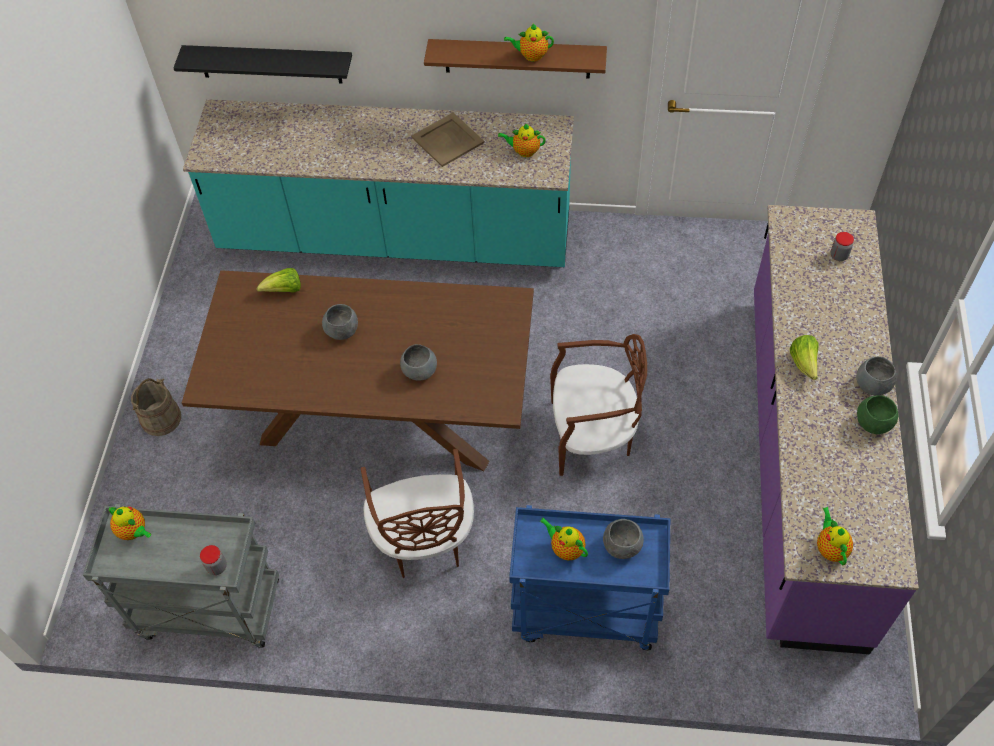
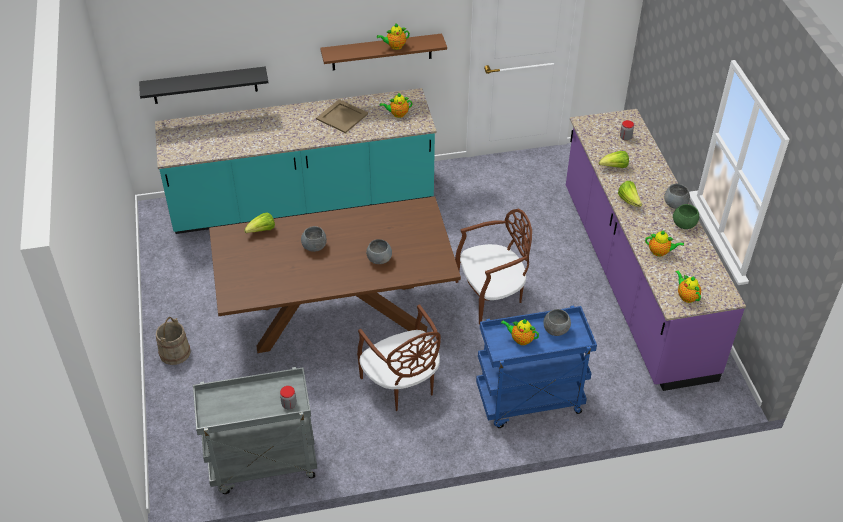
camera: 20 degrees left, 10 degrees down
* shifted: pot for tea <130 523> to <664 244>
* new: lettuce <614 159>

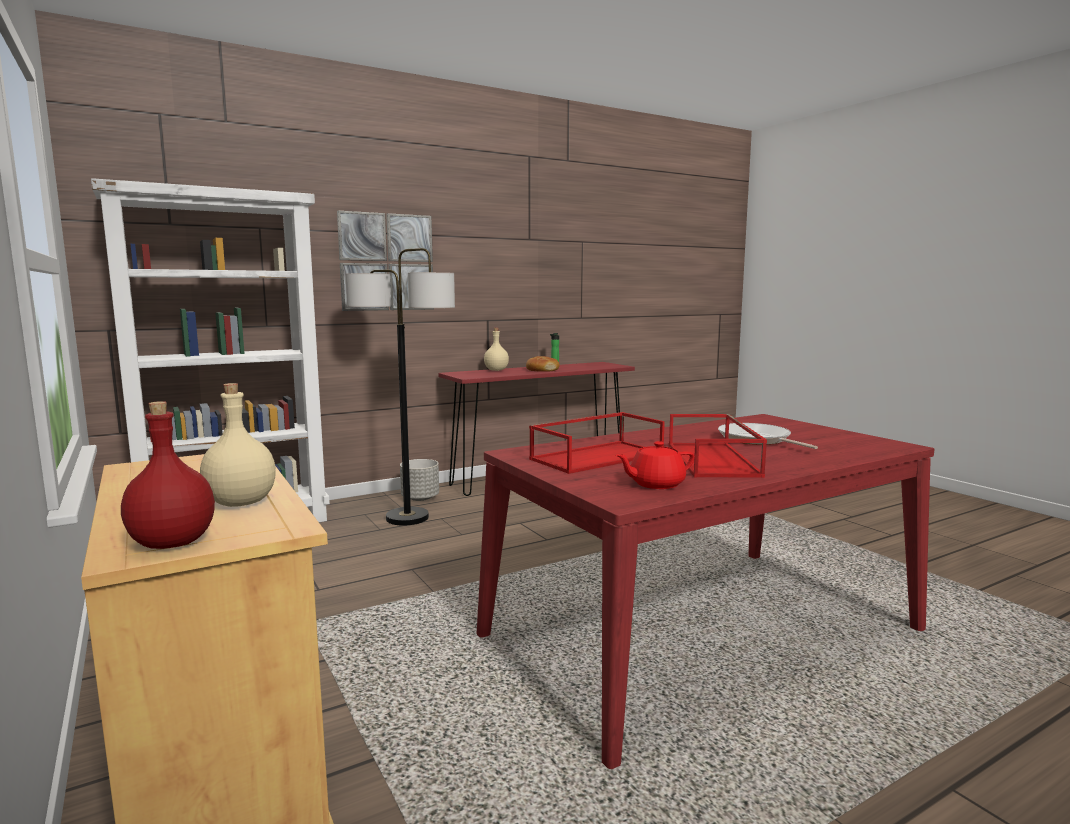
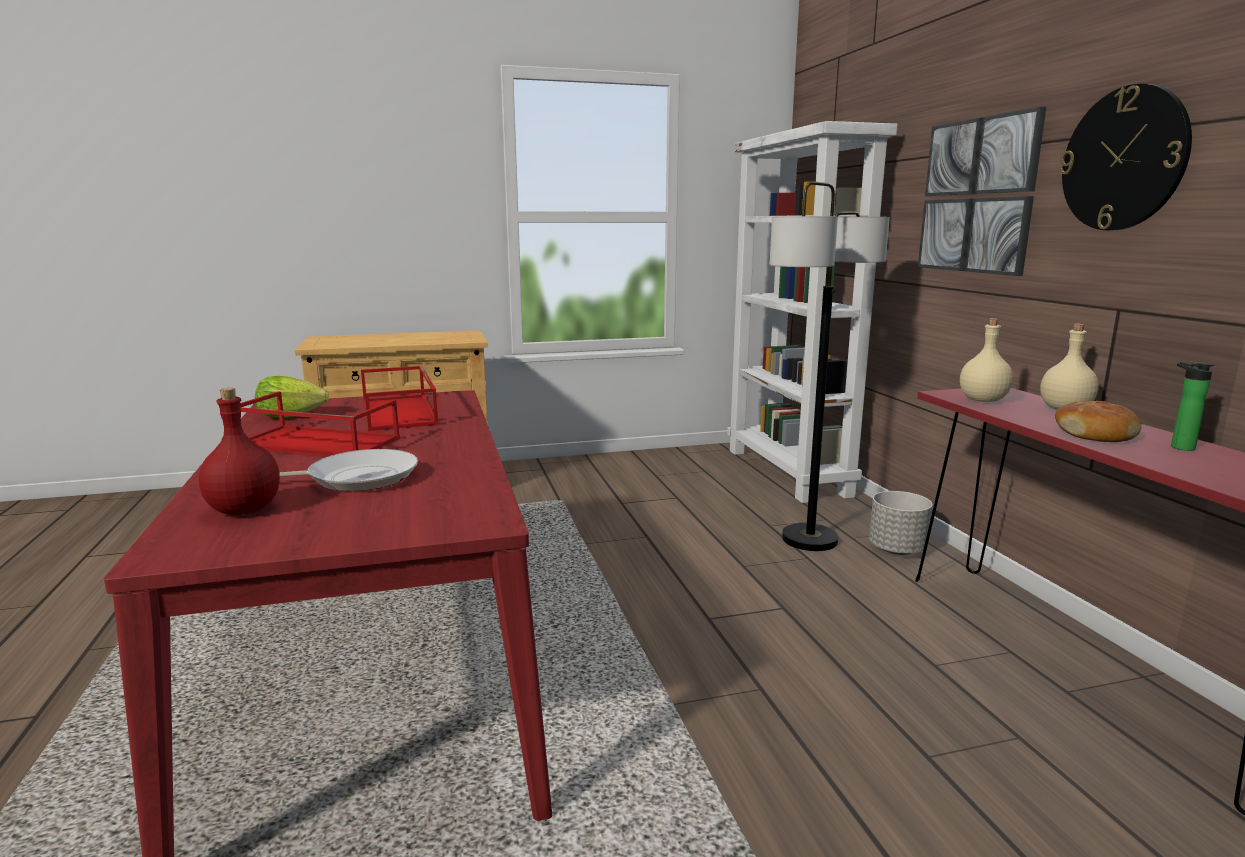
camera: 105 degrees right, 5 degrees up
* shifted: drink bottle/red-coloured <168 475> to <239 451>
* shifted: drink bottle/sand-coloured <238 445> to <986 360>
* swapped: pot for tea/red-coloured <655 465> to lettuce <292 397>
* new: hanging clock <1126 157>

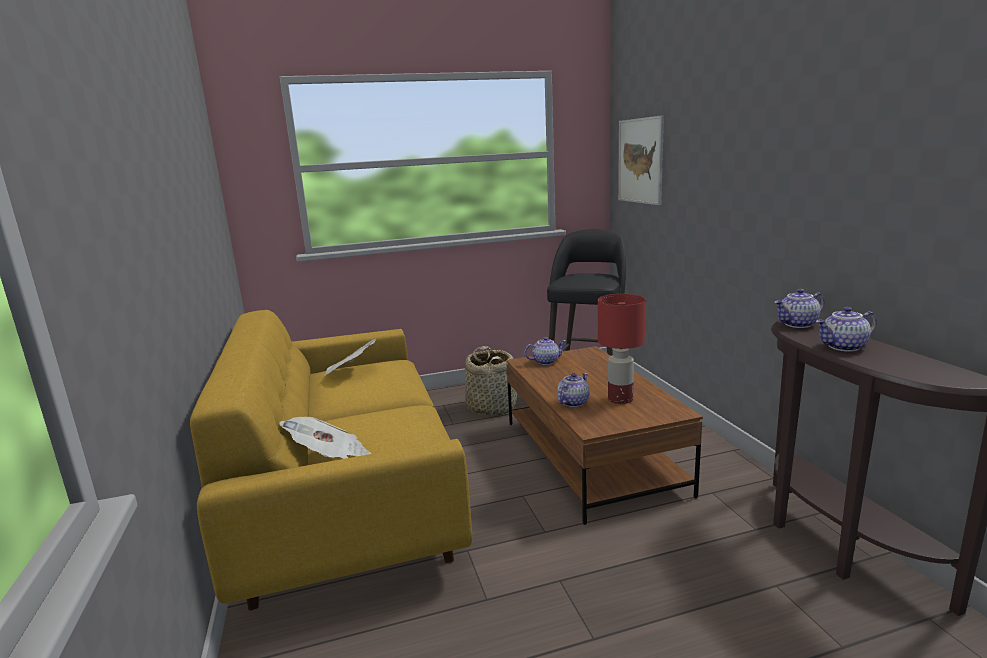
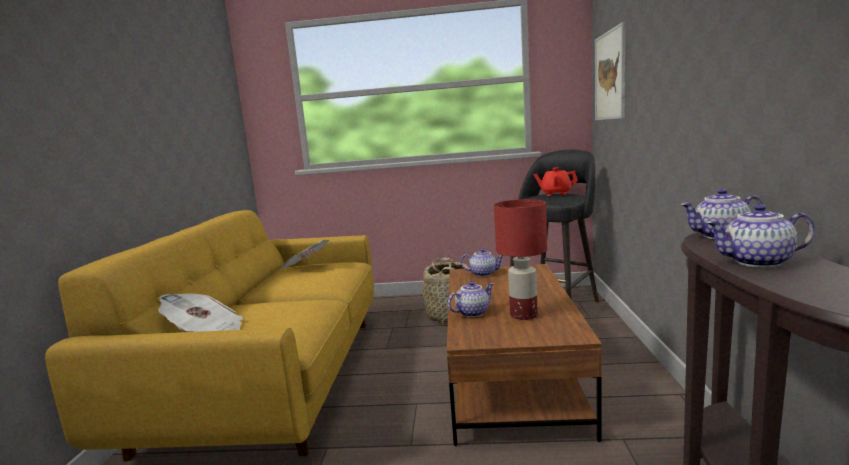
camera: 20 degrees right, 5 degrees down
* new: pot for tea/red-coloured <556 182>

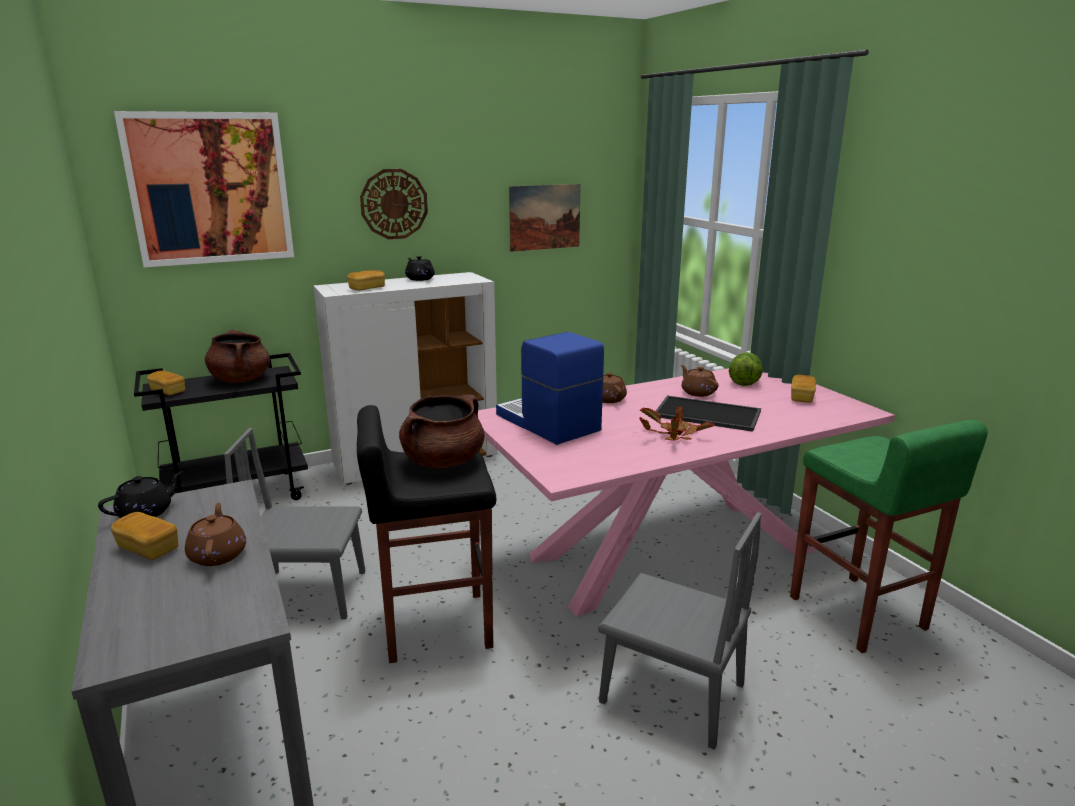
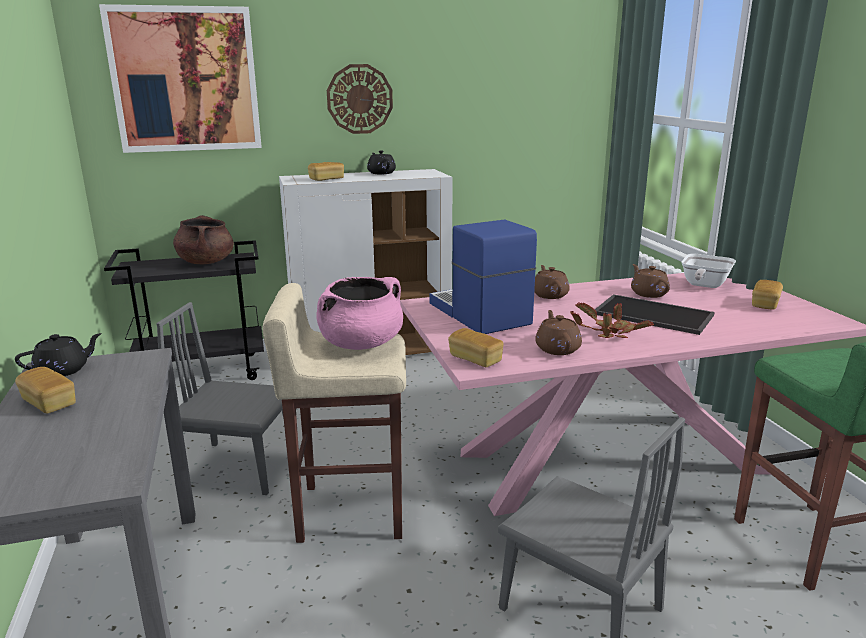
camera: 10 degrees right, 0 degrees up
* shifted: baked bread <166 382> to <476 347>
* shifted: pot for tea/brown <215 534> to <558 332>
* repainted: stool seat/black-coloured <426 534> to stool seat/sand-coloured <334 413>
* repainted: stockpot/brown <441 431> to stockpot/pink-coloured <359 313>
* gone: wall picture <545 218>
* swapped: lettuce <746 369> to frying pan <708 271>

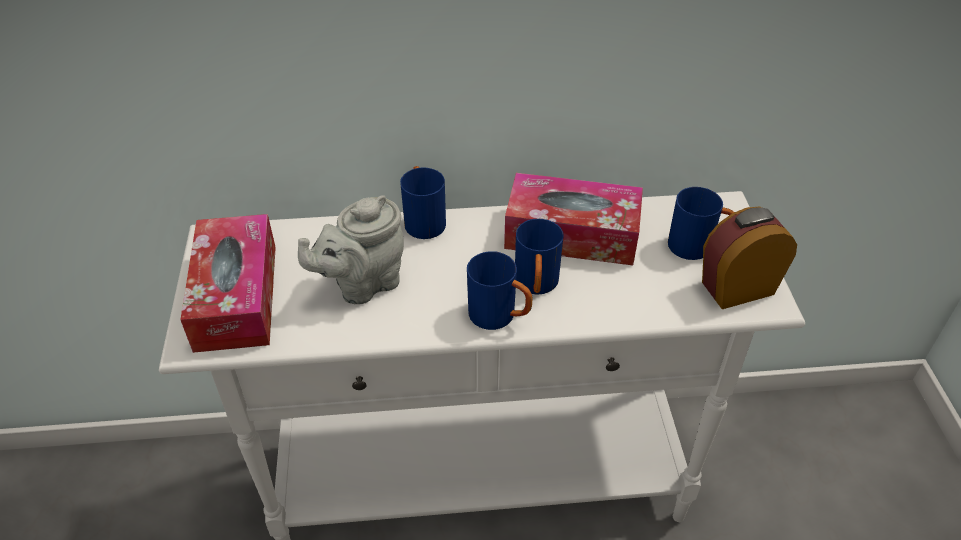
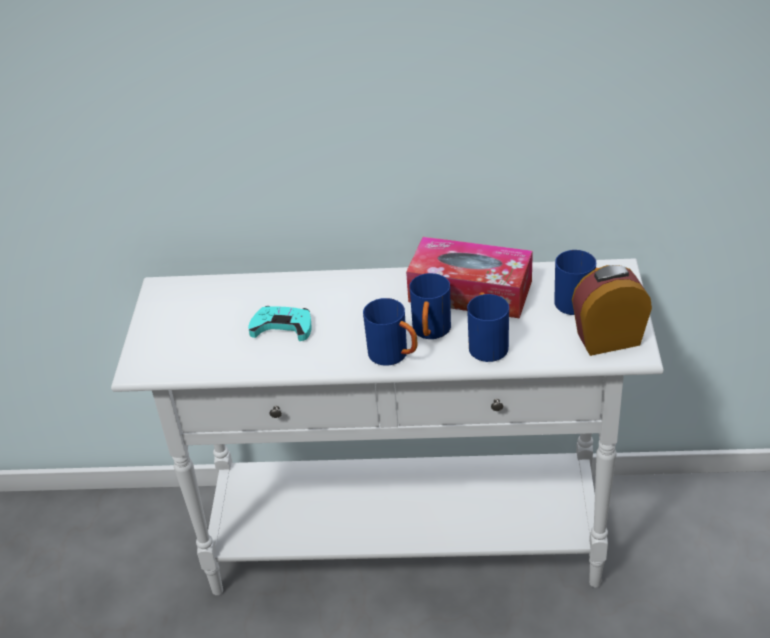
camera: 10 degrees right, 5 degrees down
* gone: box of tissues <228 283>
* swapped: pot for tea/greyish <351 249> to game controller/blue-green <280 323>
* shifted: mug/blue <423 202> to <488 327>

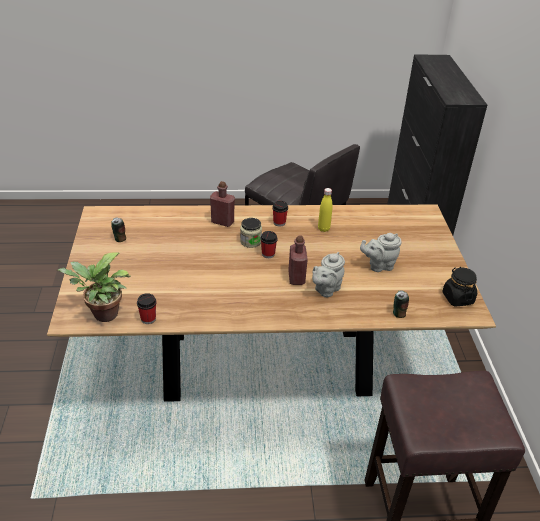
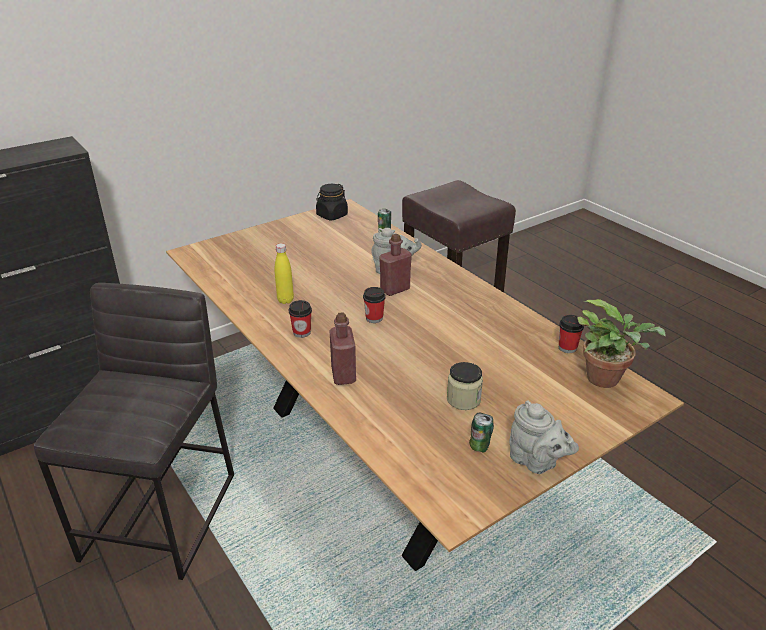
camera: 120 degrees left, 5 degrees down
* shifted: preserve jar <251 233> to <465 386>
* shifted: pot for tea/greyish <381 252> to <544 437>

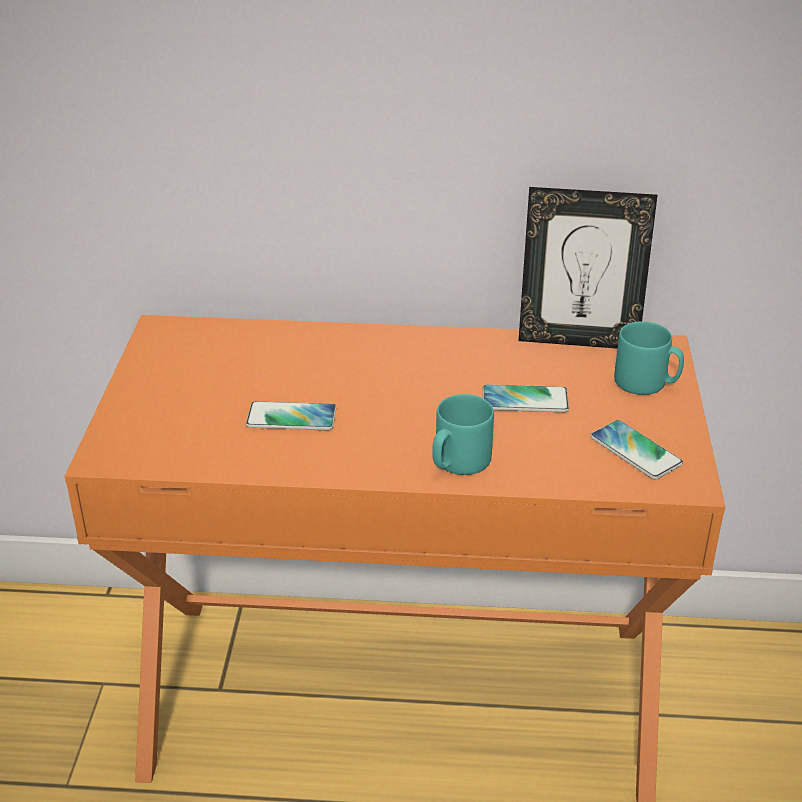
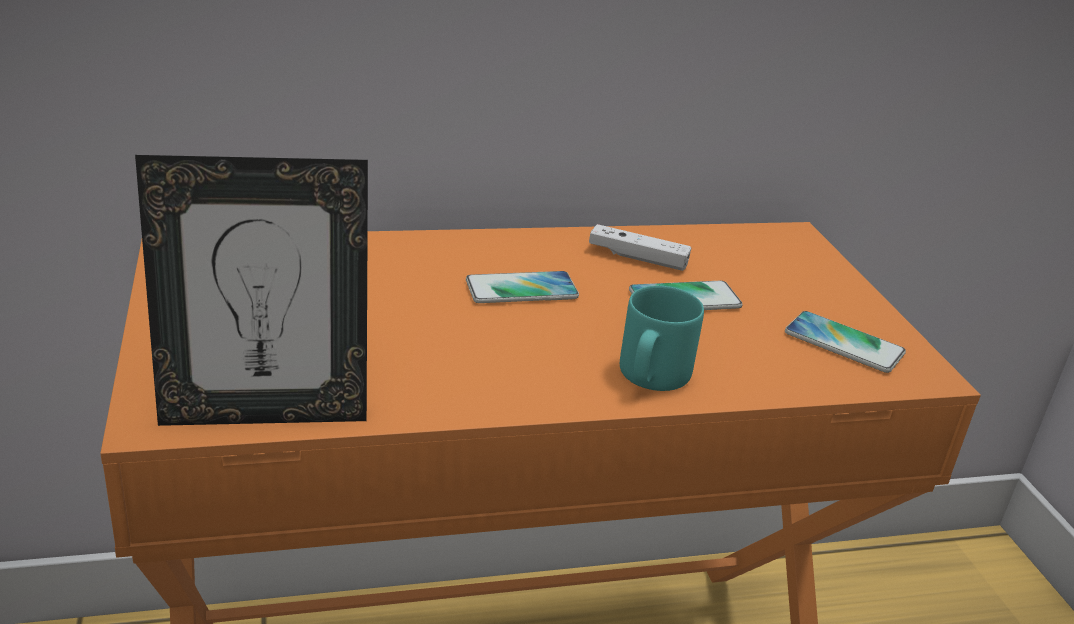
camera: 20 degrees left, 5 degrees down
* shifted: telephone <291 416> to <522 287>
* shifted: picture frame <587 268> to <251 290>
* gone: mug/blue-green <649 358>
* new: game controller/white <640 247>

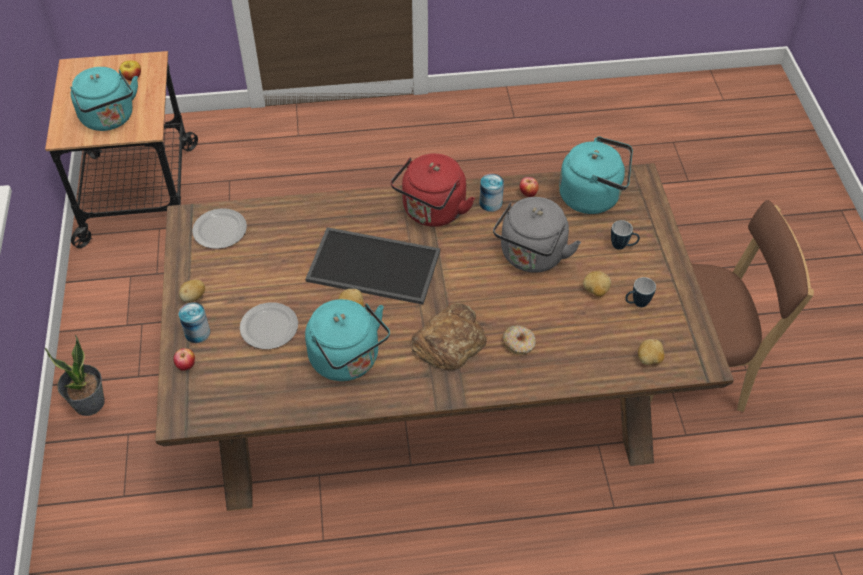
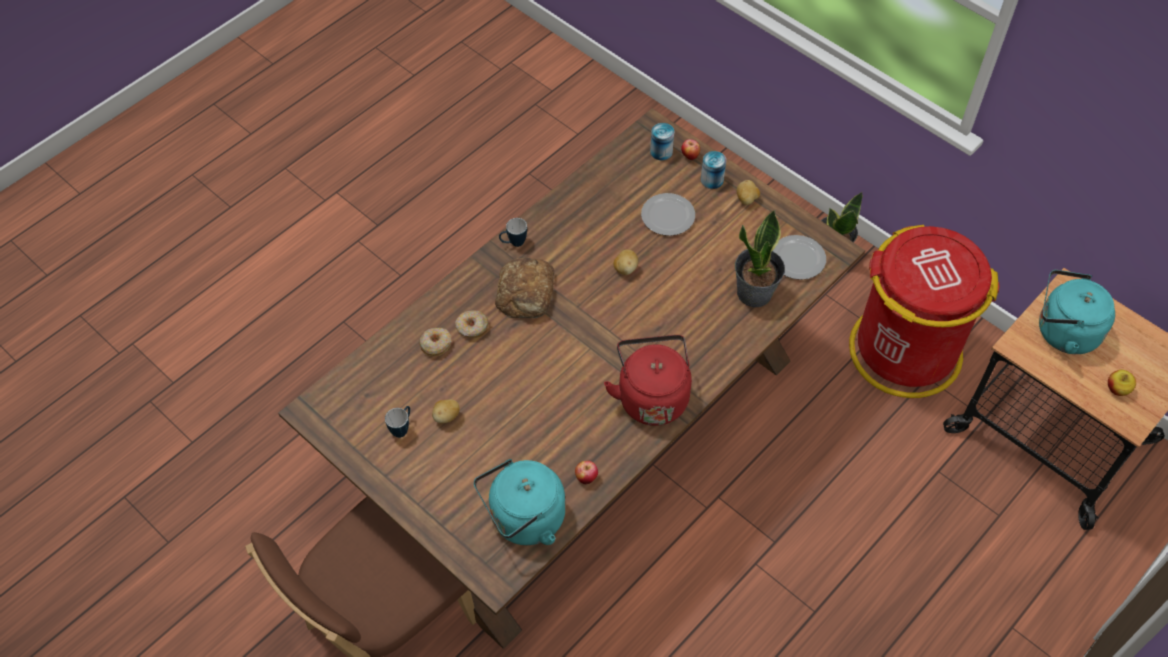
camera: 140 degrees right, 5 degrees up
* gone: carrying tray <372 266>
* gone: tea kettle/blue-green <347 340>
* shifted: sealed can <492 193> to <662 141>
* gone: tea kettle/greyish <537 235>
* shifted: mug <625 235> to <513 232>
* gone: potato <651 352>
* new: doughnut <435 342>
* new: houseplant <760 258>
* new: waste bin/red-coloured <924 311>

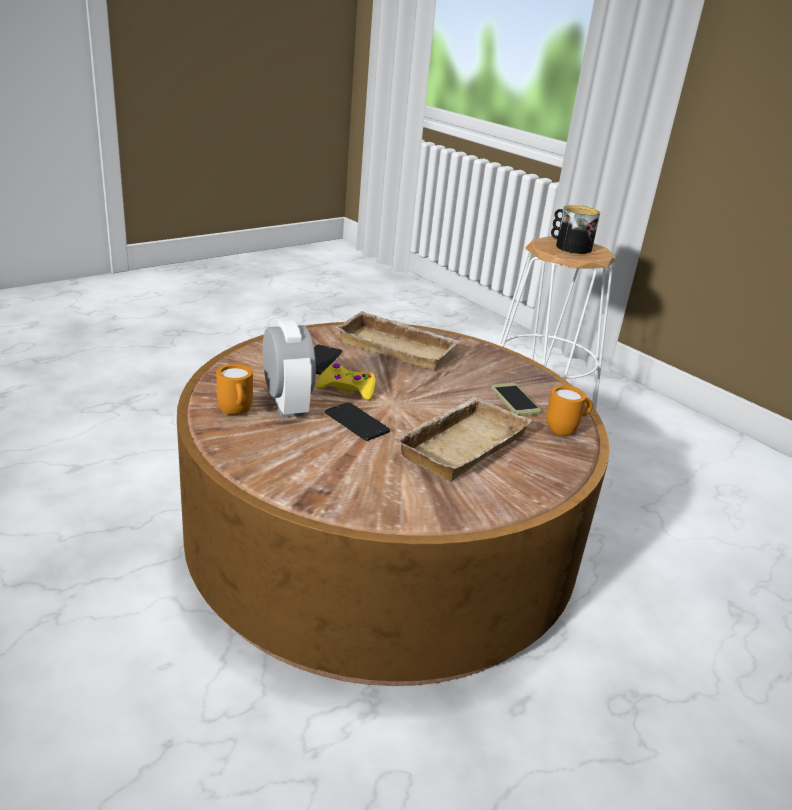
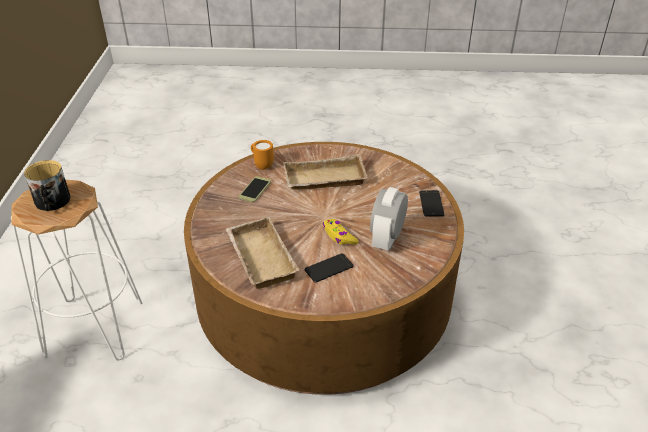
camera: 135 degrees left, 10 degrees up
* gone: mug/orangey <234 389>
* shifted: telephone <357 421> to <431 203>

